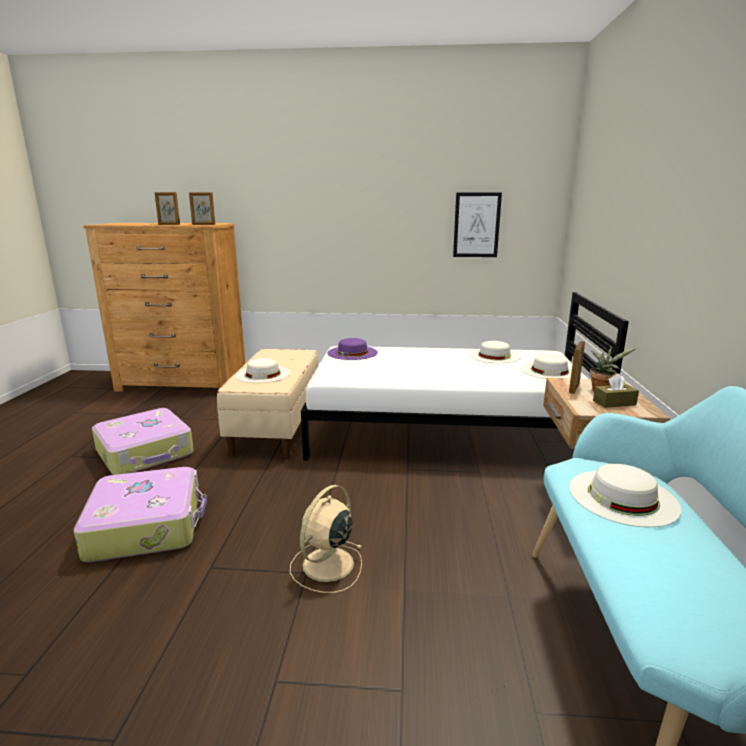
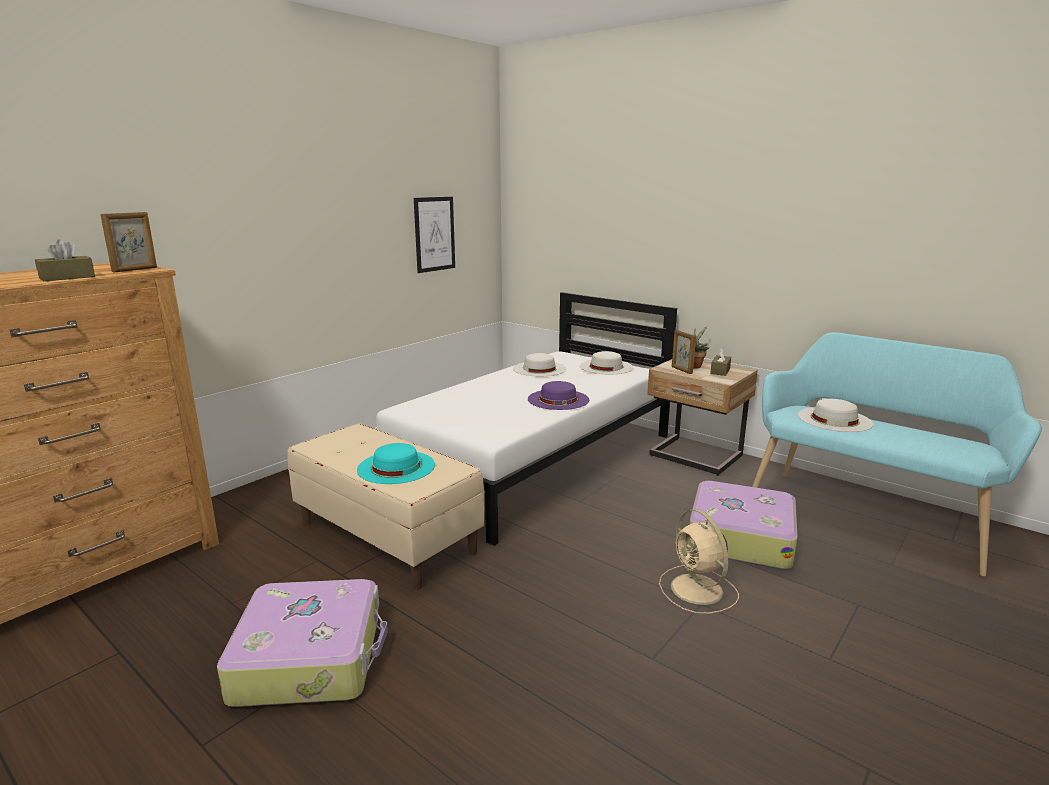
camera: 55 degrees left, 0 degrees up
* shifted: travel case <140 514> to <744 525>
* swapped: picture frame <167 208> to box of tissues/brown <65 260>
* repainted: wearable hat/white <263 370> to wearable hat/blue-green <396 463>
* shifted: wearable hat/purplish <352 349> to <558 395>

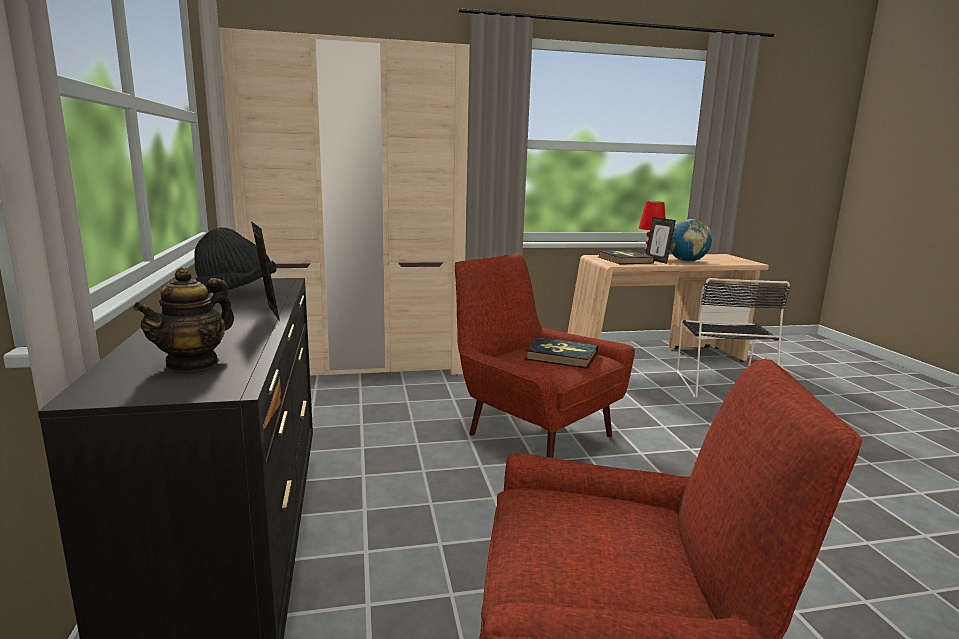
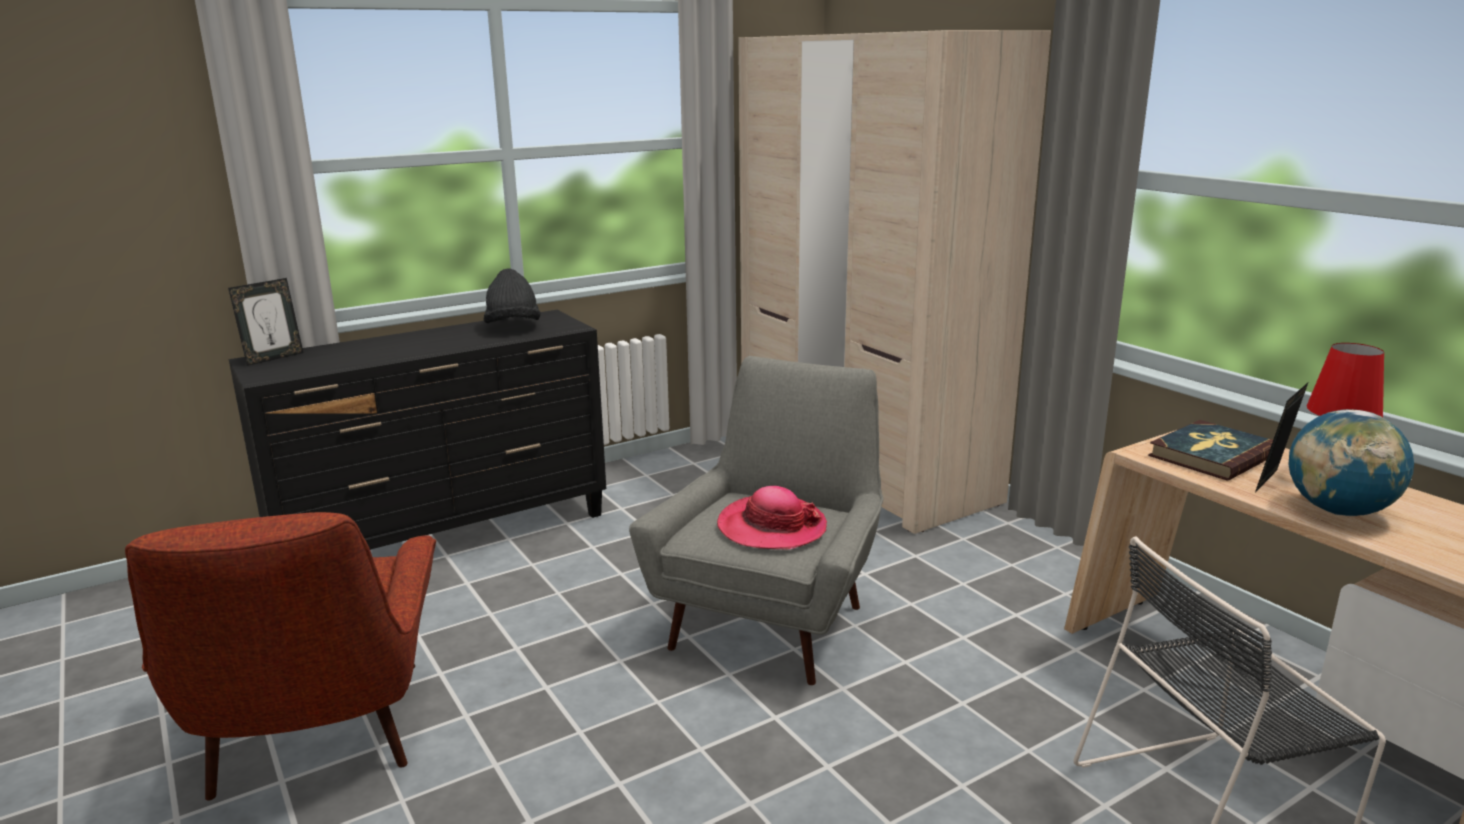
camera: 70 degrees right, 5 degrees up
* gone: pot for tea <183 319>
* shifted: picture frame <265 271> to <266 322>
* repainted: easy chair/red-coloured <545 355> to easy chair/greyish <756 520>
* swapped: volume <561 353> to wearable hat <772 518>

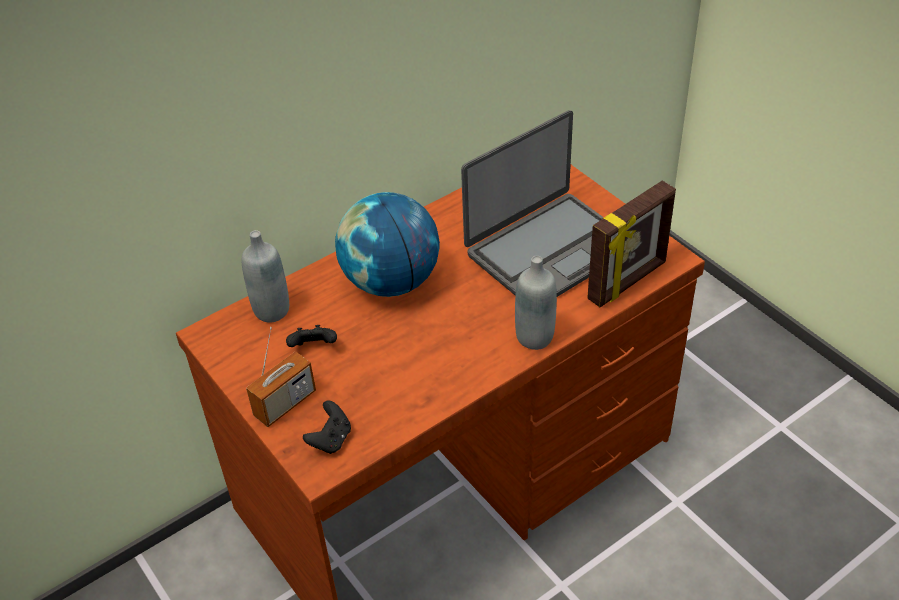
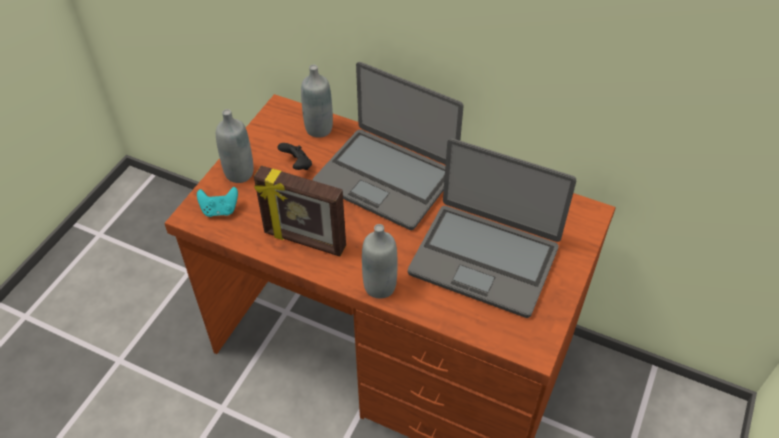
camera: 60 degrees right, 5 degrees up
* swapped: radio <281 377> to drink bottle/greyish <235 146>
* repainted: game controller/black-coloured <327 427> to game controller/blue-green <217 202>
* swapped: globe <387 244> to notebook computer <388 146>
* shifted: picture frame <631 244> to <300 211>

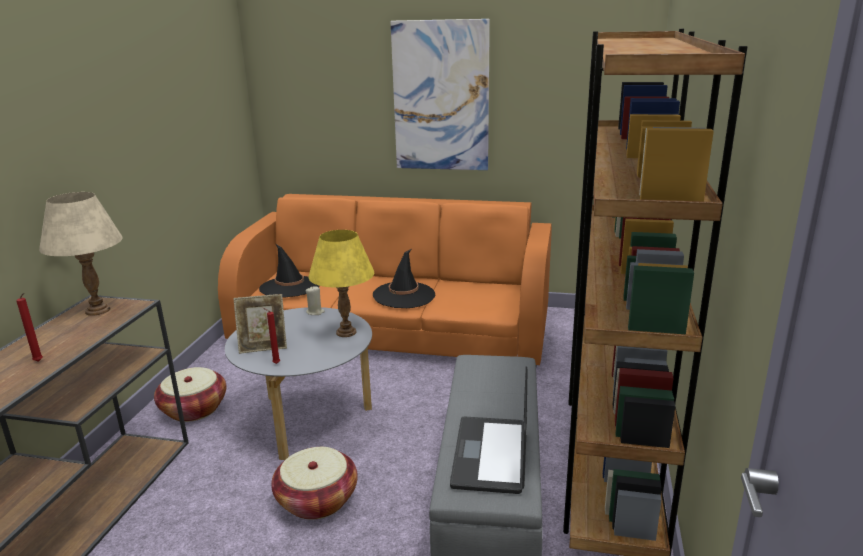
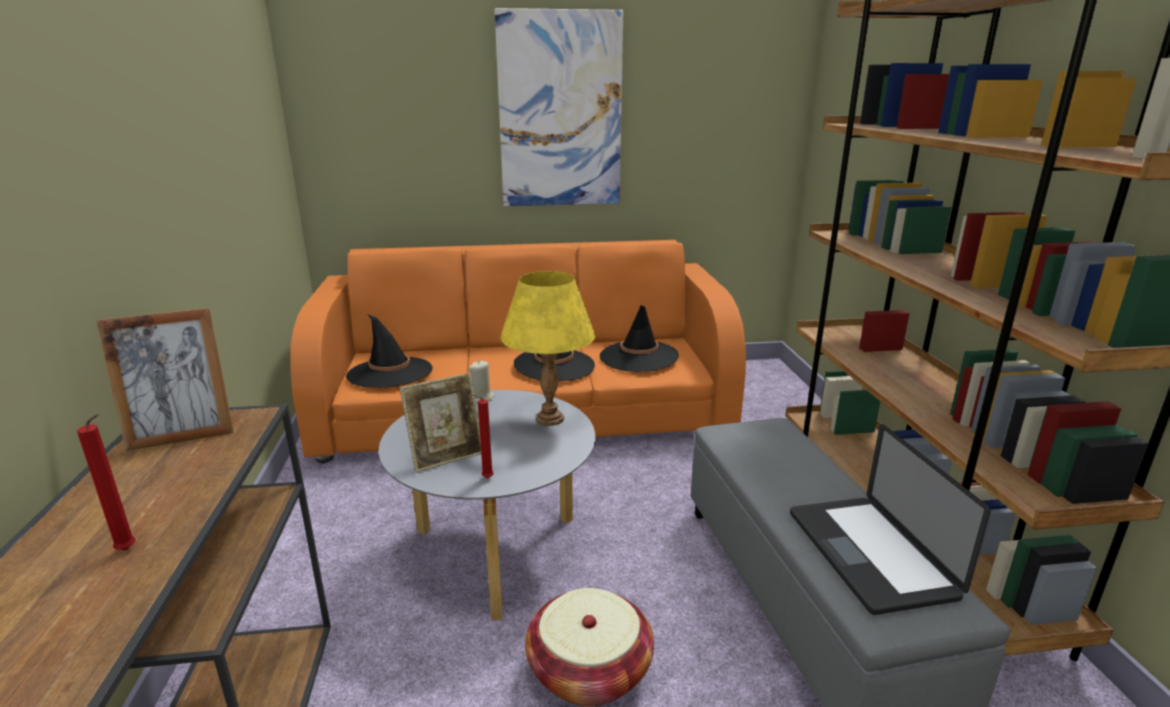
camera: 20 degrees left, 0 degrees up
* swapped: lamp for a table/sand-coloured <81 254> to picture frame <165 379>
* gone: basket <190 394>
* new: wearable hat/black-coloured <639 338>

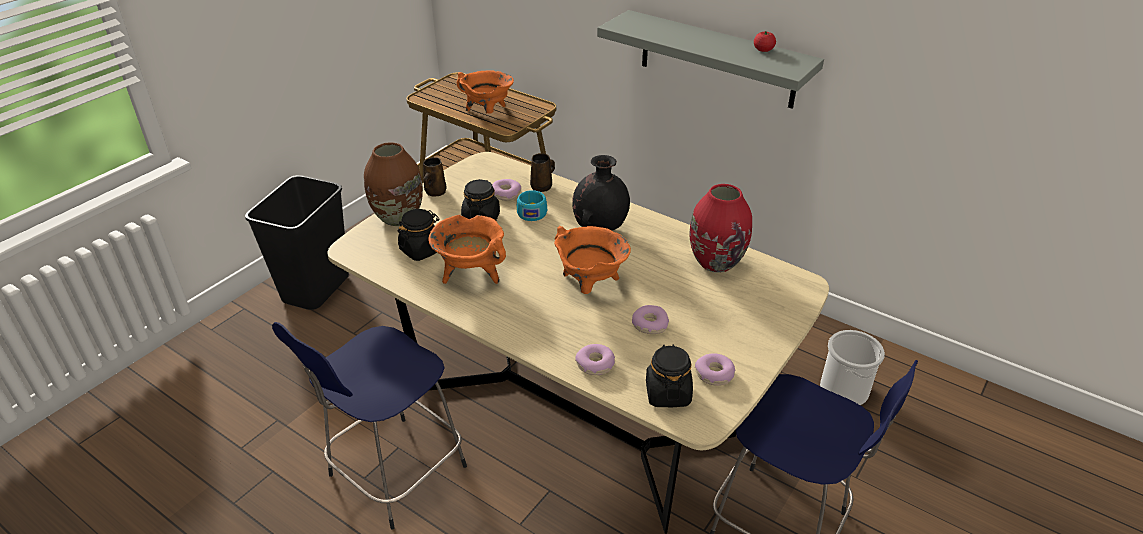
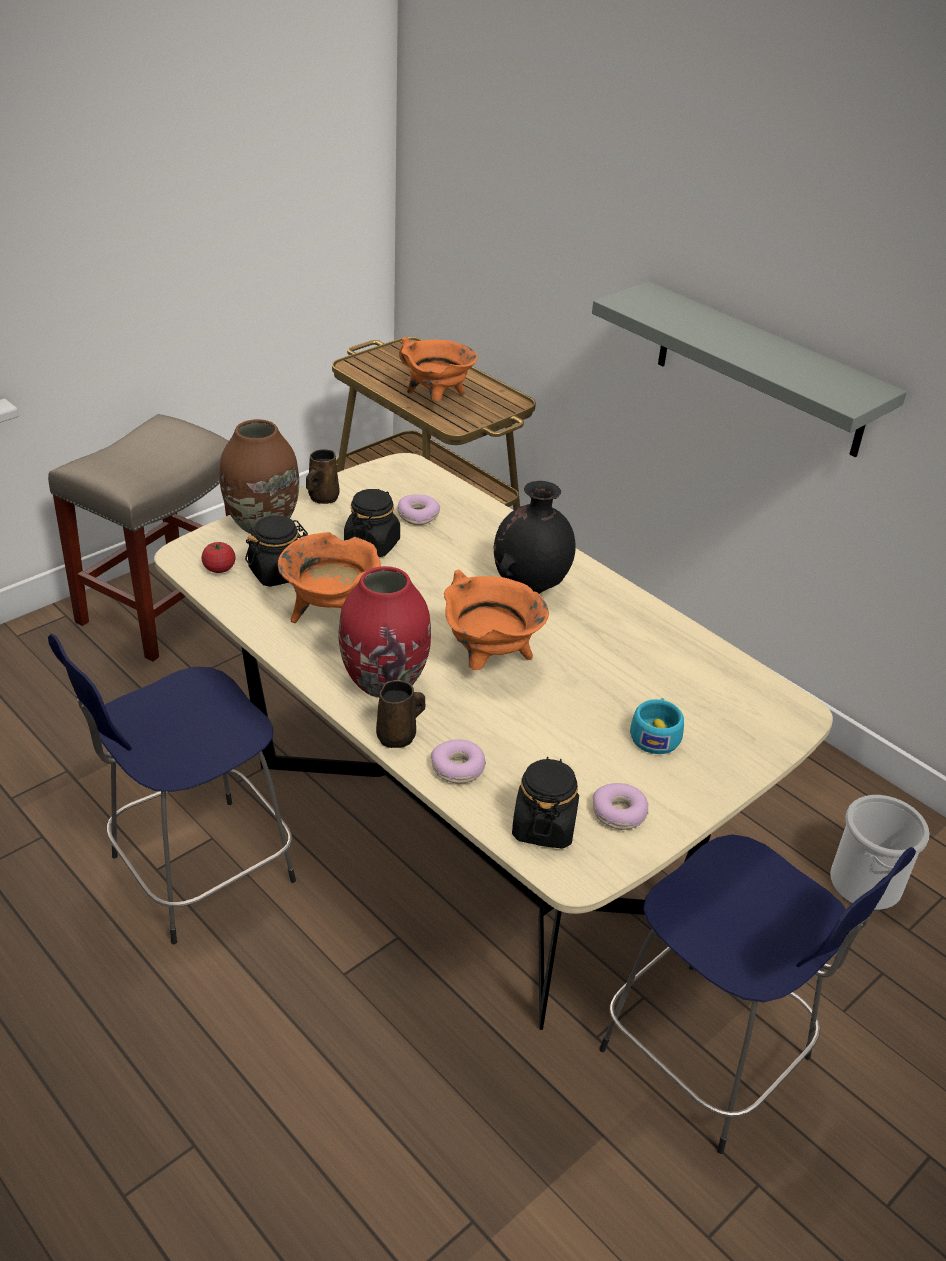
camera: 10 degrees right, 0 degrees up
* swapped: waste bin/black-coloured <297 242> to stool seat/sand-coloured <139 538>
* shifted: drinking cup/blue-green <531 205> to <657 726>
* shifted: mug/brown <542 172> to <400 714>
* gone: doughnut <650 319>
* shifted: flower vase/red-coloured <721 228> to <384 632>
* shifted: fresh tomato <765 41> to <218 557>

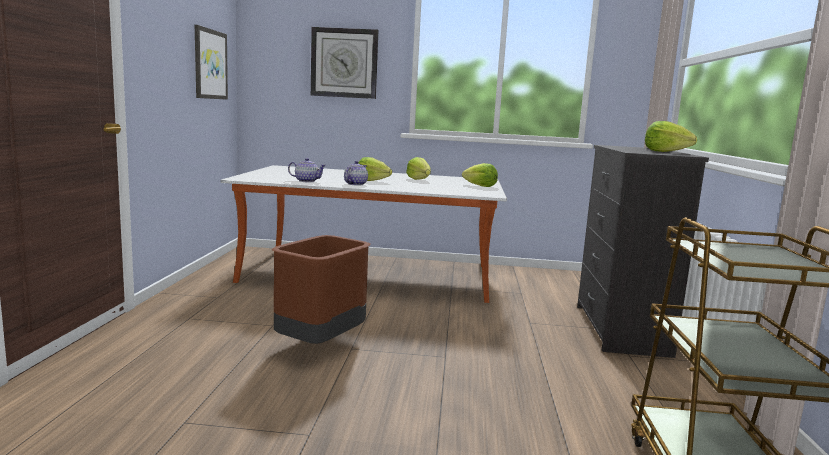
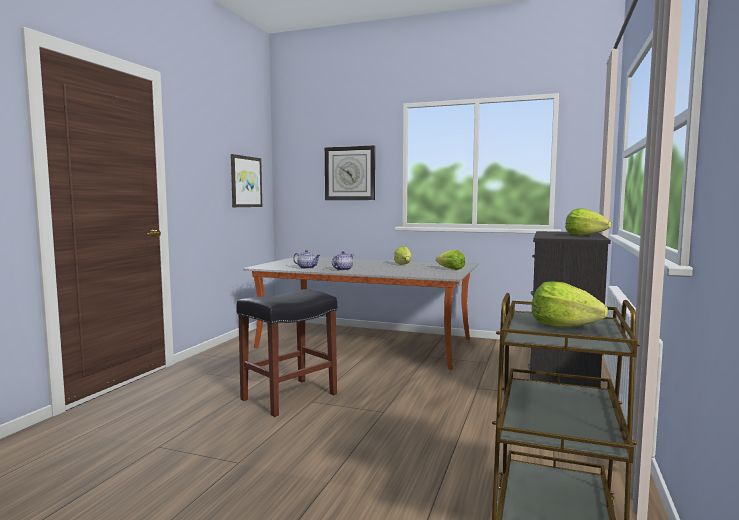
camera: 15 degrees right, 5 degrees down
* swapped: waste bin/brown <321 289> to stool seat/black-coloured <286 353>
* shifted: lettuce <375 169> to <570 304>

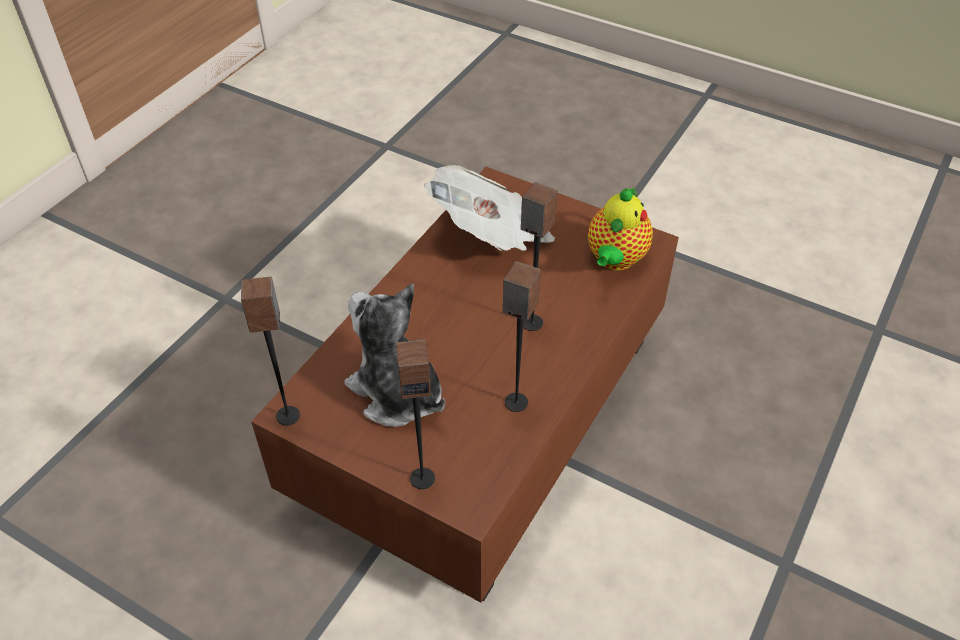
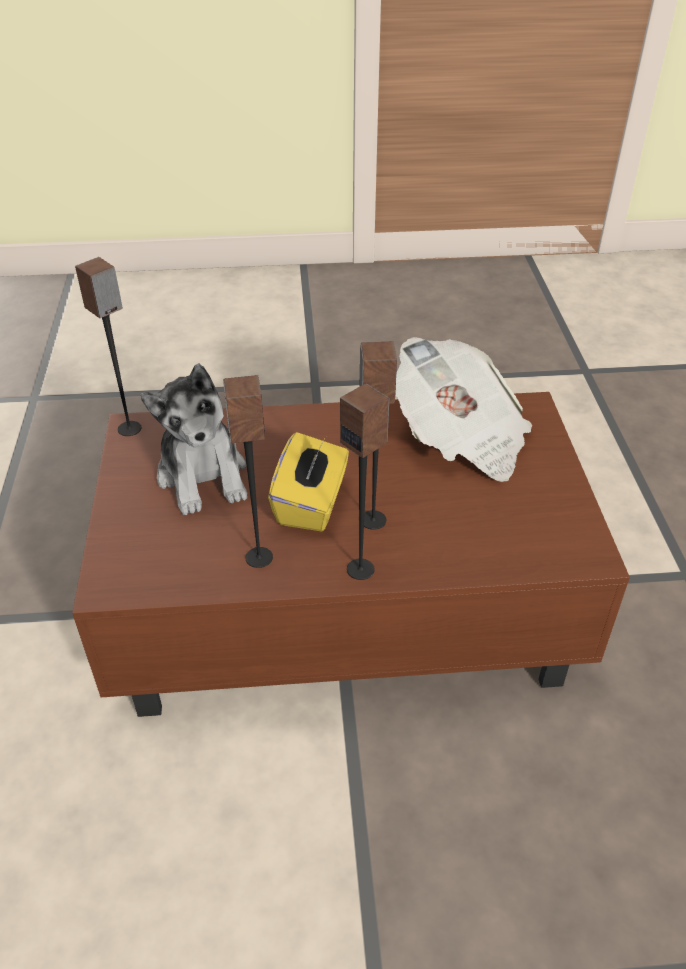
camera: 55 degrees right, 5 degrees down
* rotated: plush toy <394 355> = <194 439> 150 degrees clockwise
* shifted: audio speaker <415 414> to <364 482>
* gone: pot for tea <620 228>
* new: box of tissues/yellowish <308 482>

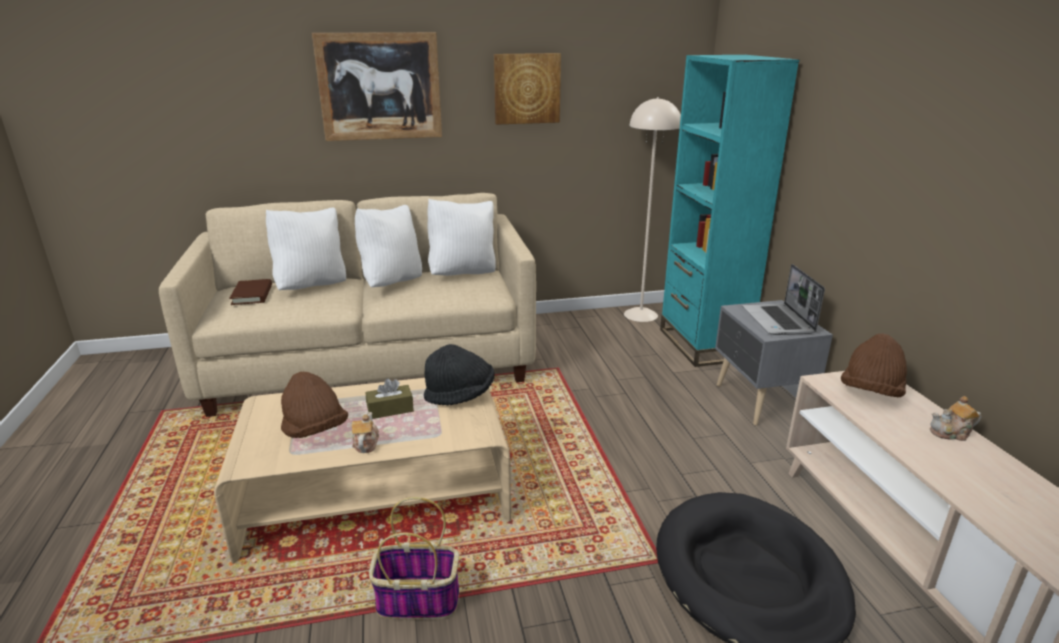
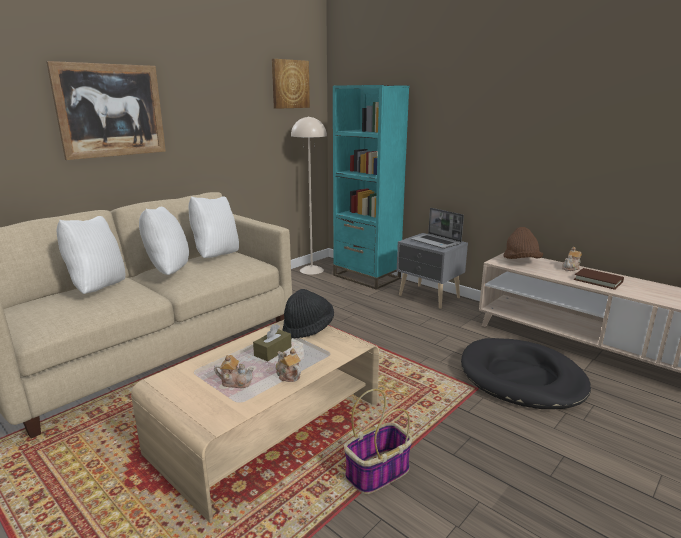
camera: 35 degrees left, 5 degrees down
* shifted: volume/brown <250 292> to <599 279>
* swapped: wearable hat/brown <314 405> to pot for tea <234 371>
* shifted: wall picture <527 89> to <291 84>

